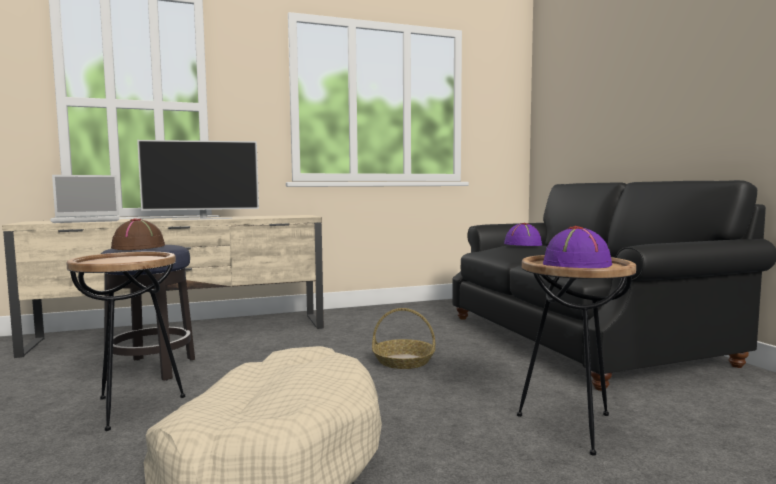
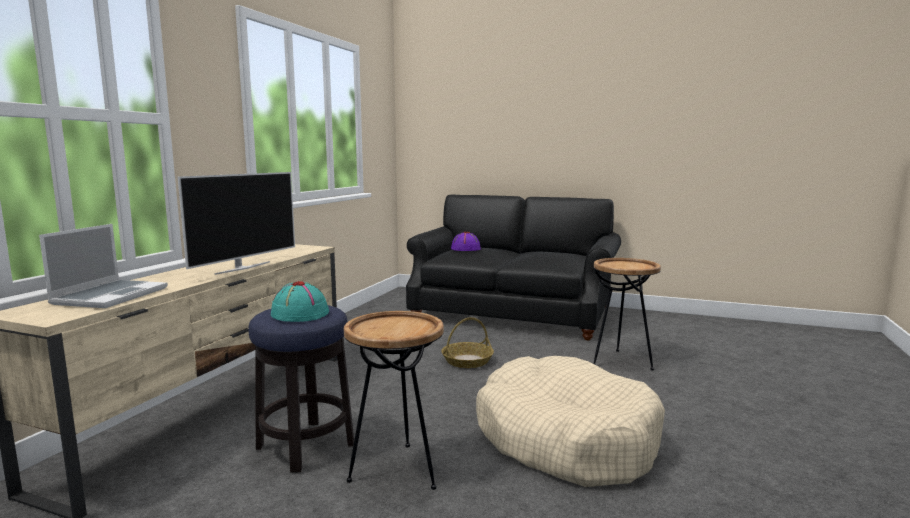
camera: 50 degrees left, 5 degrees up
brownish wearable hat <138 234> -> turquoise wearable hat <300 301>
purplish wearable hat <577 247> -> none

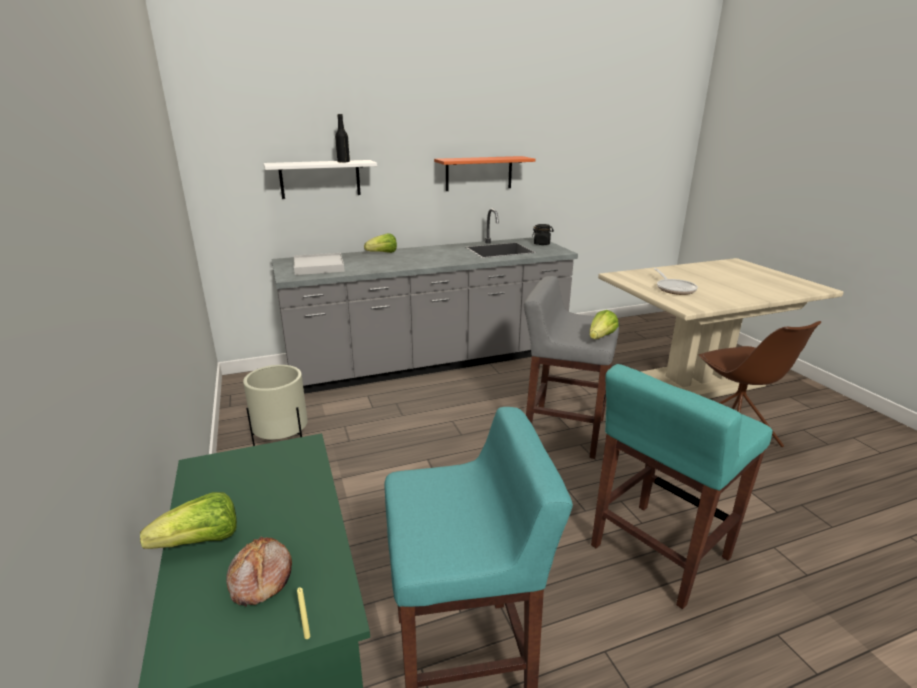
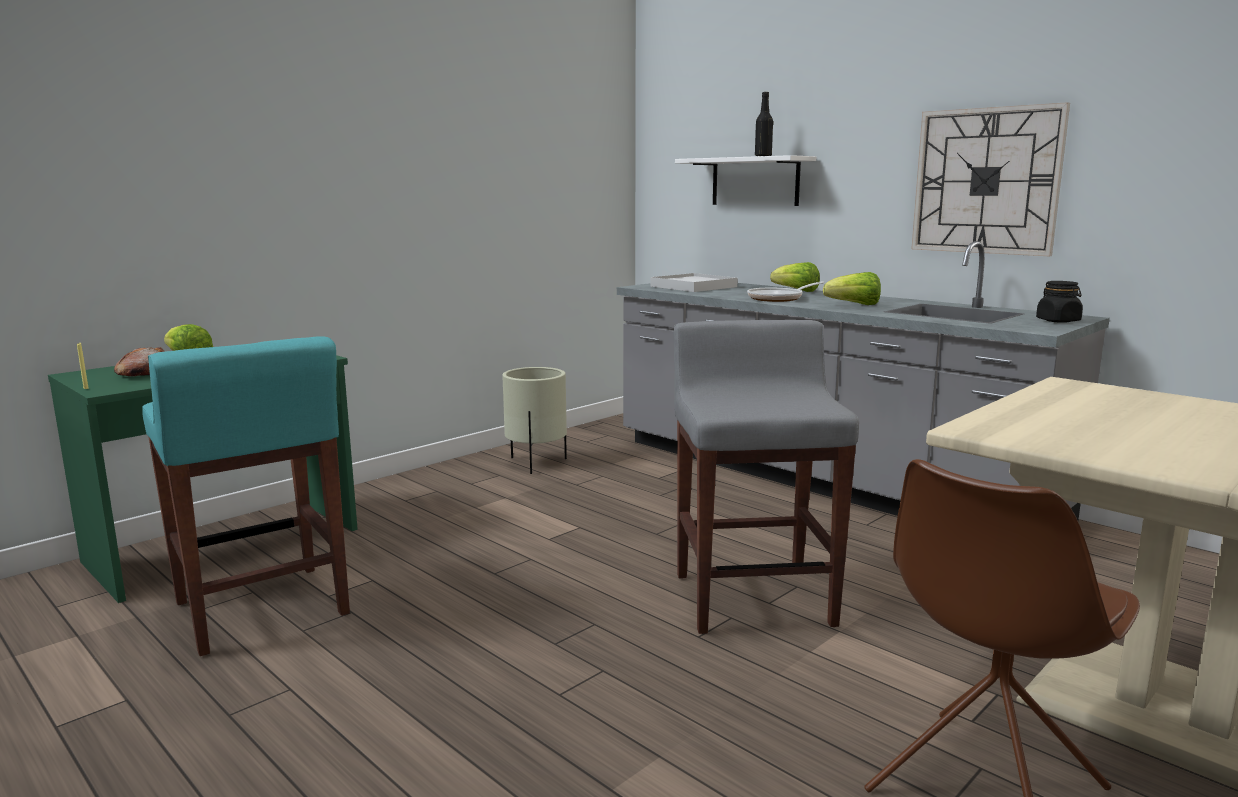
camera: 65 degrees right, 10 degrees down
orangey wall shelf <484 173> -> wall clock <990 179>
skillet <676 281> -> skillet <785 291>, moved
head of lettuce <604 324> -> head of lettuce <852 288>, moved
turquoise stool seat <682 486> -> none

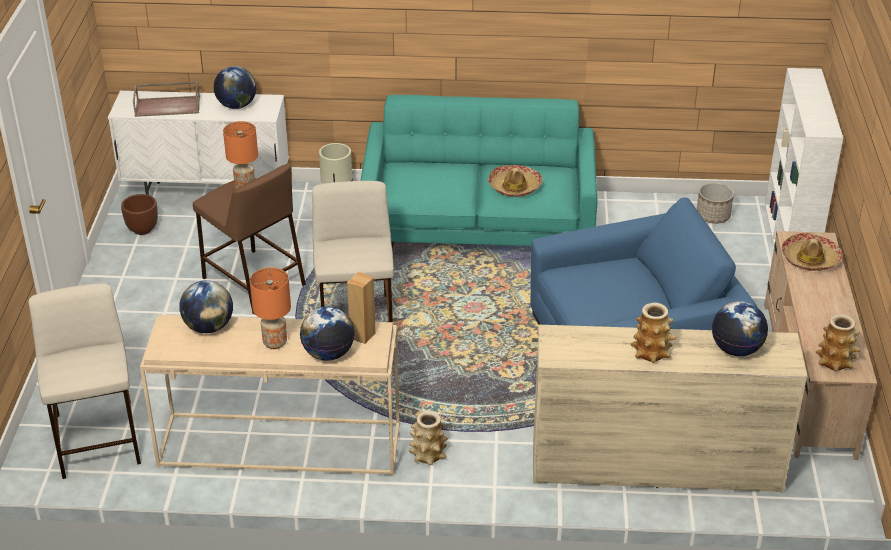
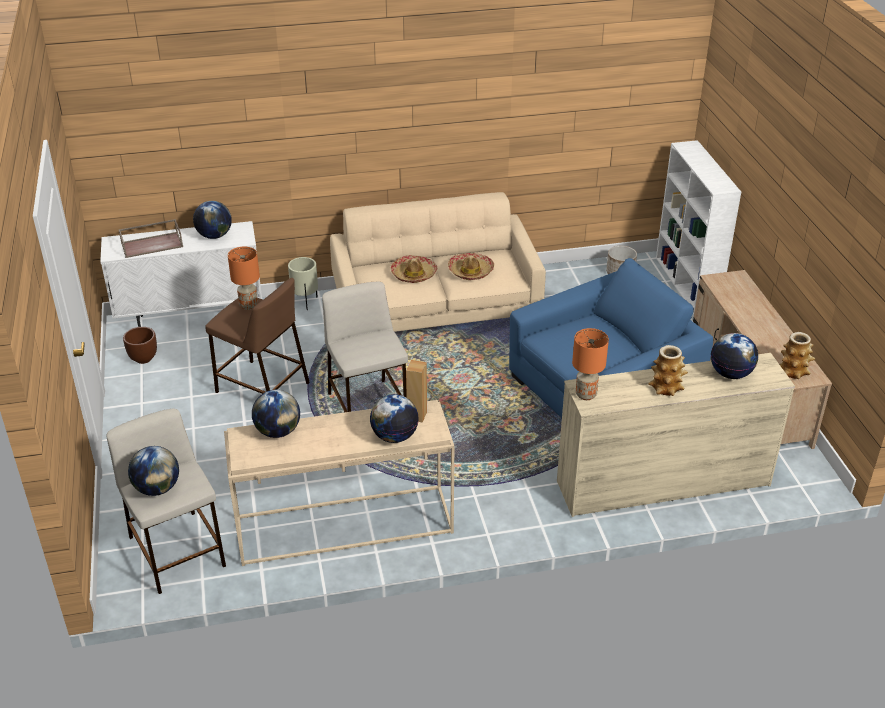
camera: 15 degrees left, 0 degrees up
turquoise couch <478 171> -> beige-coloured couch <438 262>
wearable hat <812 252> -> wearable hat <414 269>, moved
orangey tabletop lamp <270 308> -> orangey tabletop lamp <590 364>, moved
decorative vase <428 438> -> none
none -> world globe <153 471>

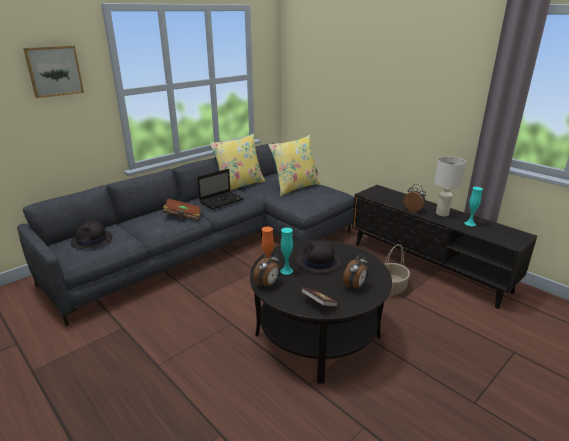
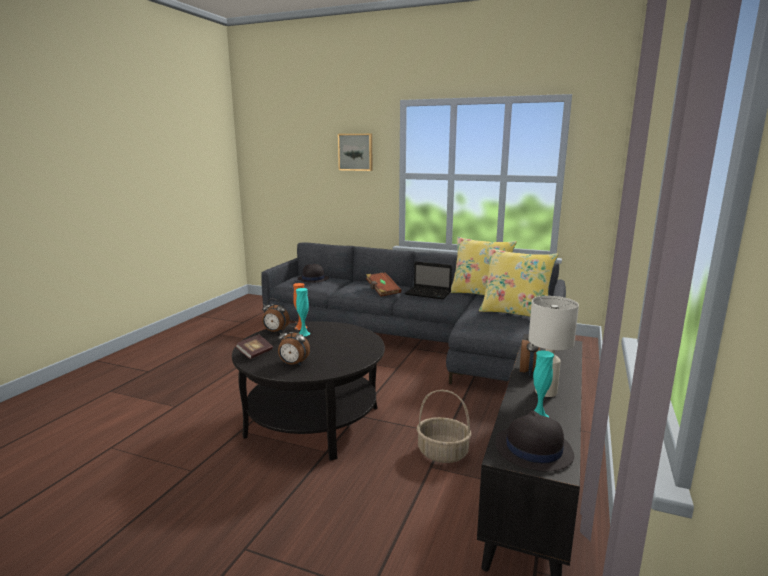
camera: 65 degrees right, 10 degrees down
blackish wearable hat <318 256> -> blackish wearable hat <534 441>, moved

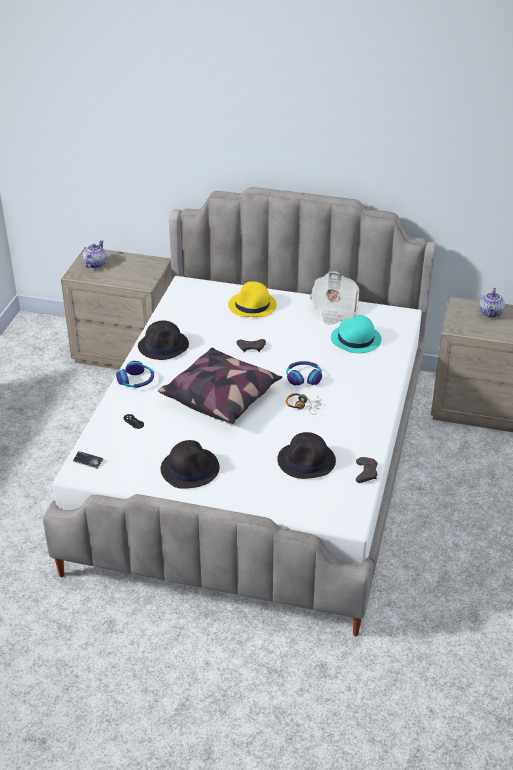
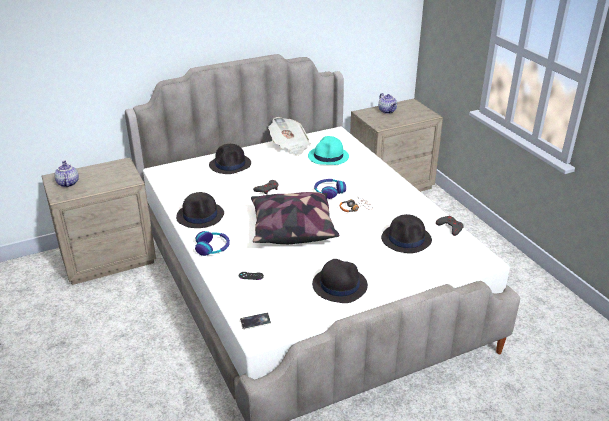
camera: 40 degrees left, 5 degrees down
yellow wearable hat <252 299> -> blackish wearable hat <230 159>

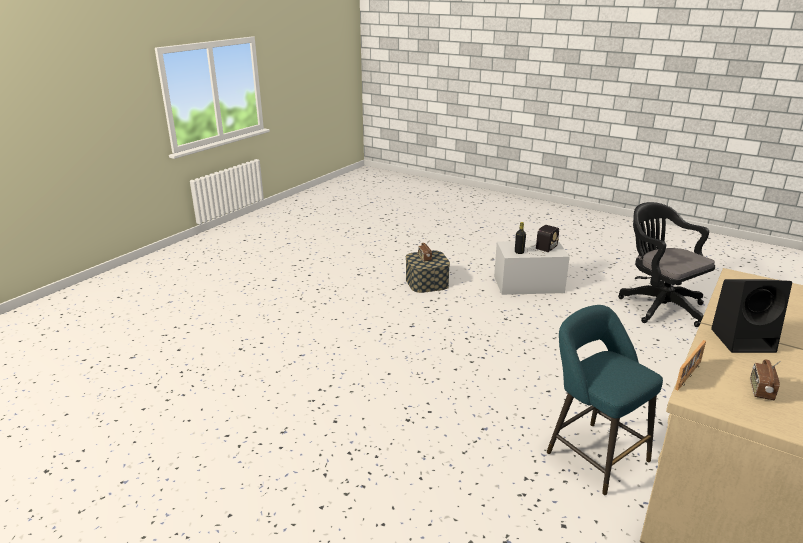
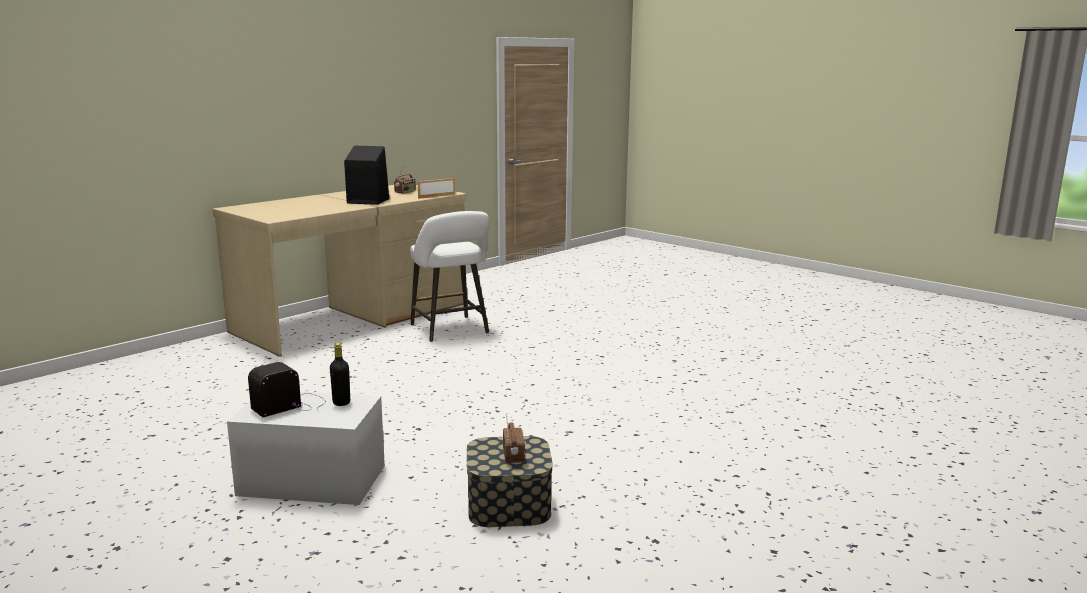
camera: 170 degrees left, 10 degrees down
blackish office chair <666 264> -> none
turquoise stool seat <605 400> -> whitish stool seat <449 276>

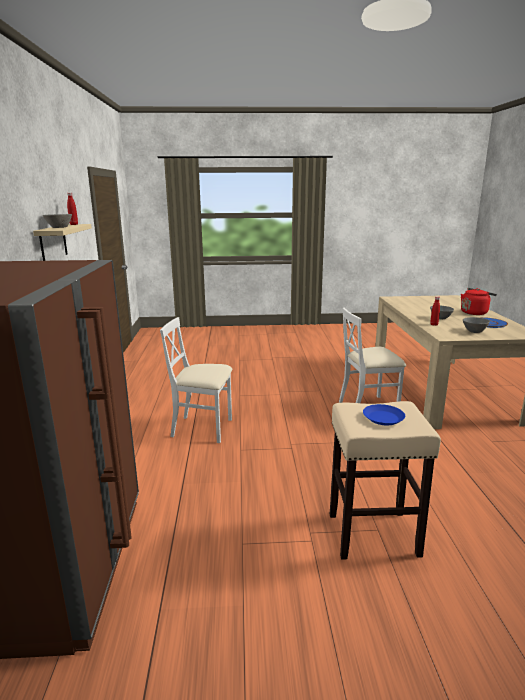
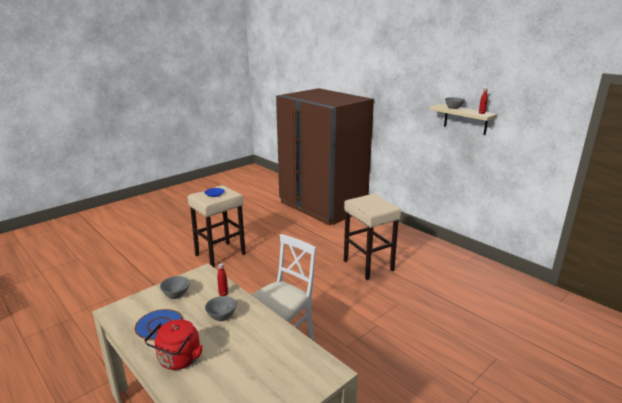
camera: 140 degrees right, 5 degrees up
whitish chair <196 380> -> beige-coloured stool seat <372 236>

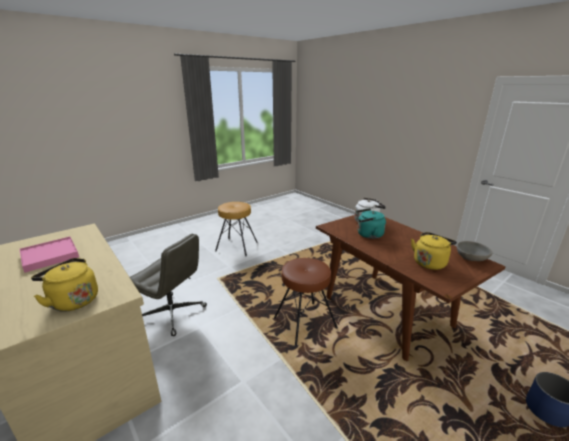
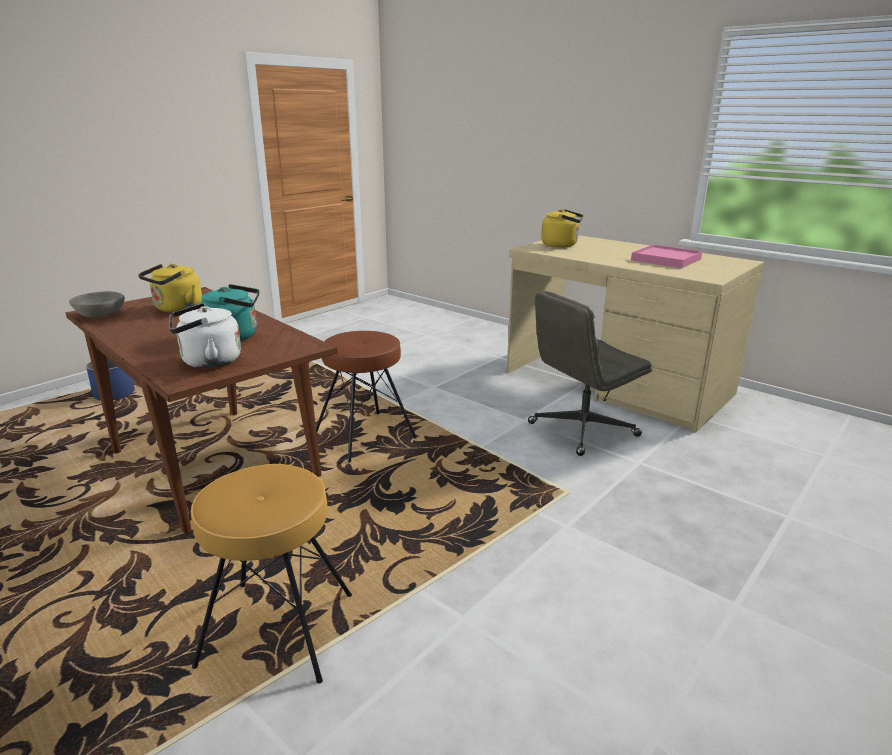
camera: 170 degrees right, 0 degrees up
brownish stool seat <236 229> -> brownish stool seat <271 574>, moved
grey office chair <168 285> -> grey office chair <590 373>, 45 degrees counterclockwise

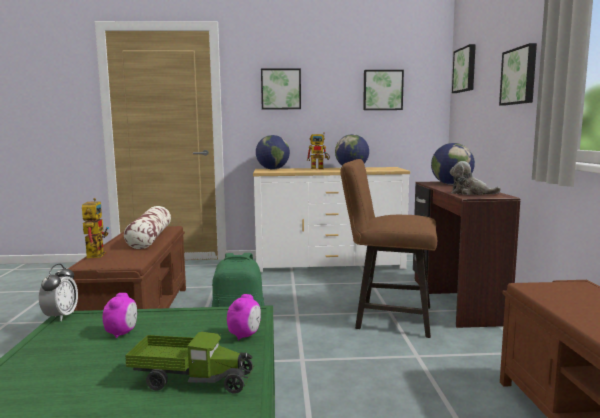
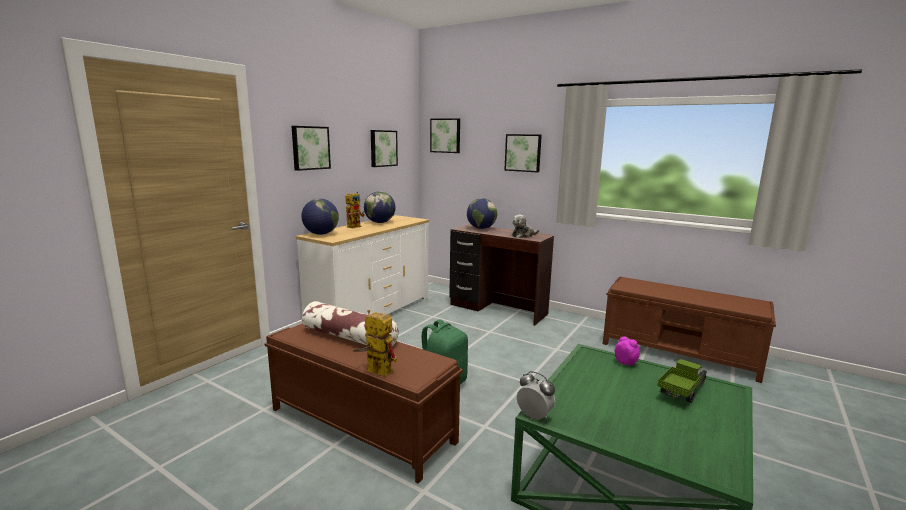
camera: 55 degrees left, 5 degrees up
brownish stool seat <388 248> -> none
bedside clock <120 315> -> none

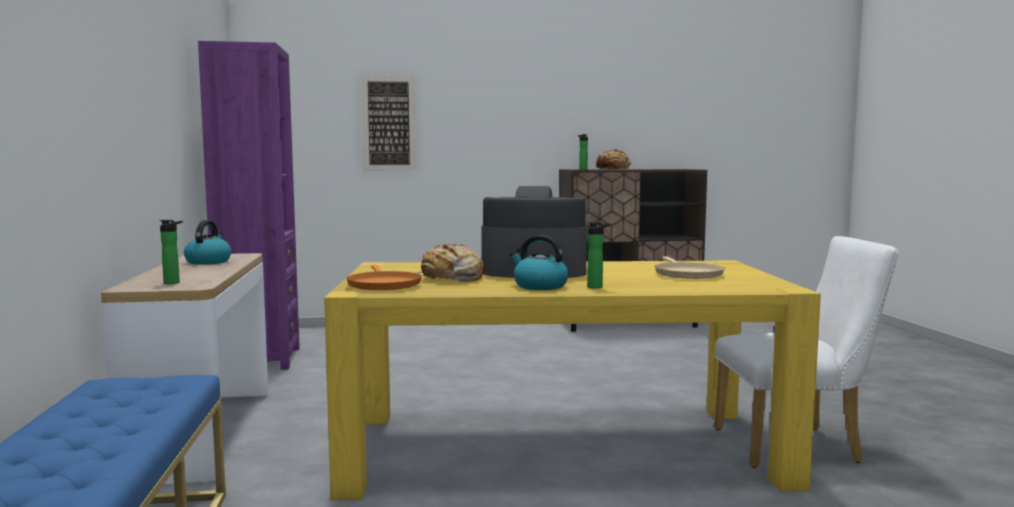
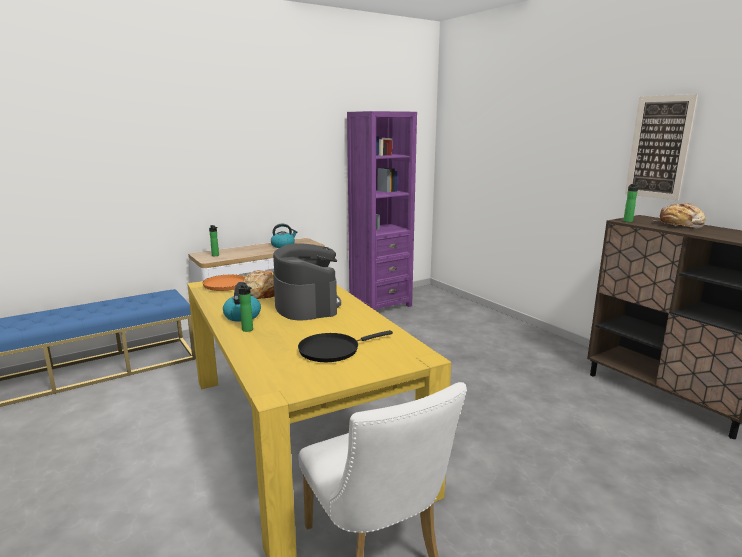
camera: 65 degrees right, 10 degrees up
picture <388 123> -> picture <661 147>, moved
beige-coloured skillet <690 267> -> blackish skillet <345 346>

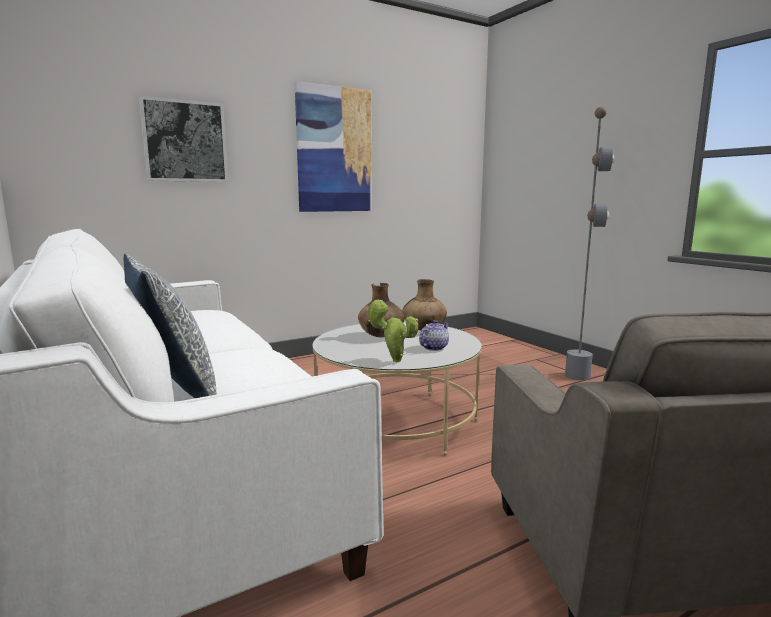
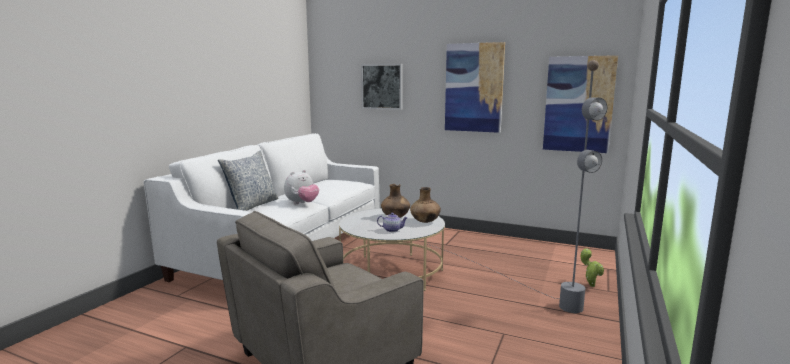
camera: 55 degrees right, 0 degrees up
houseplant <392 331> -> houseplant <592 267>, moved
none -> picture <580 104>
none -> soft toy <301 187>

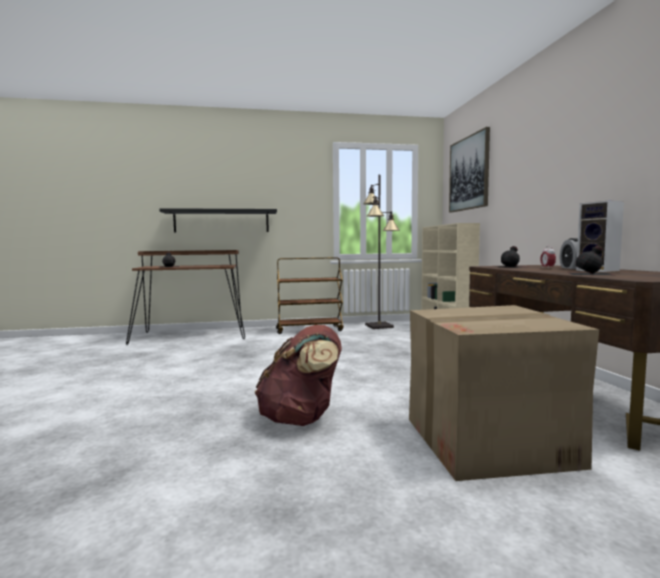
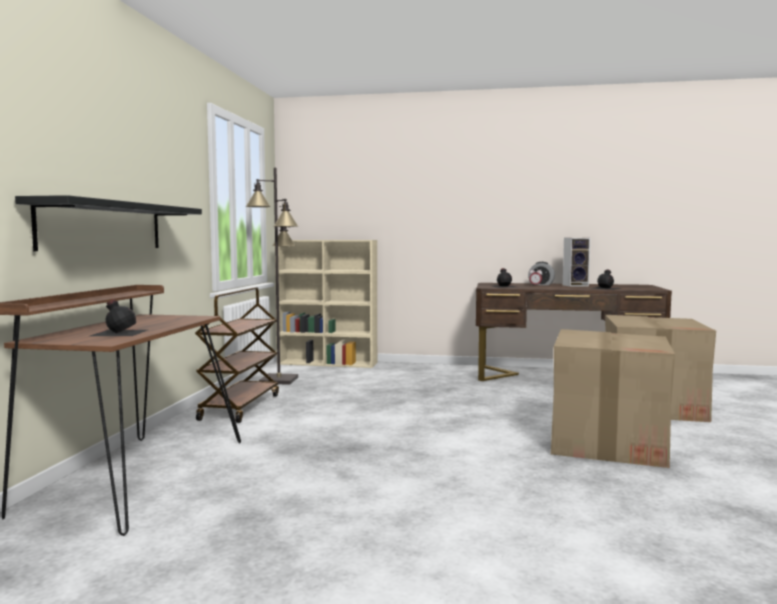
camera: 70 degrees left, 0 degrees up
picture <469 169> -> none
brownish backpack <298 375> -> packing box <613 398>

